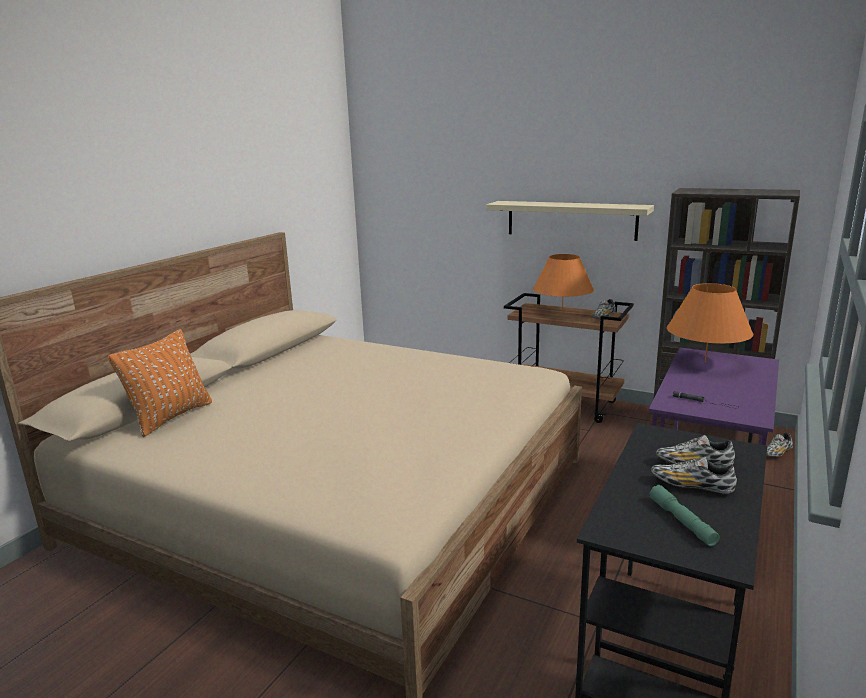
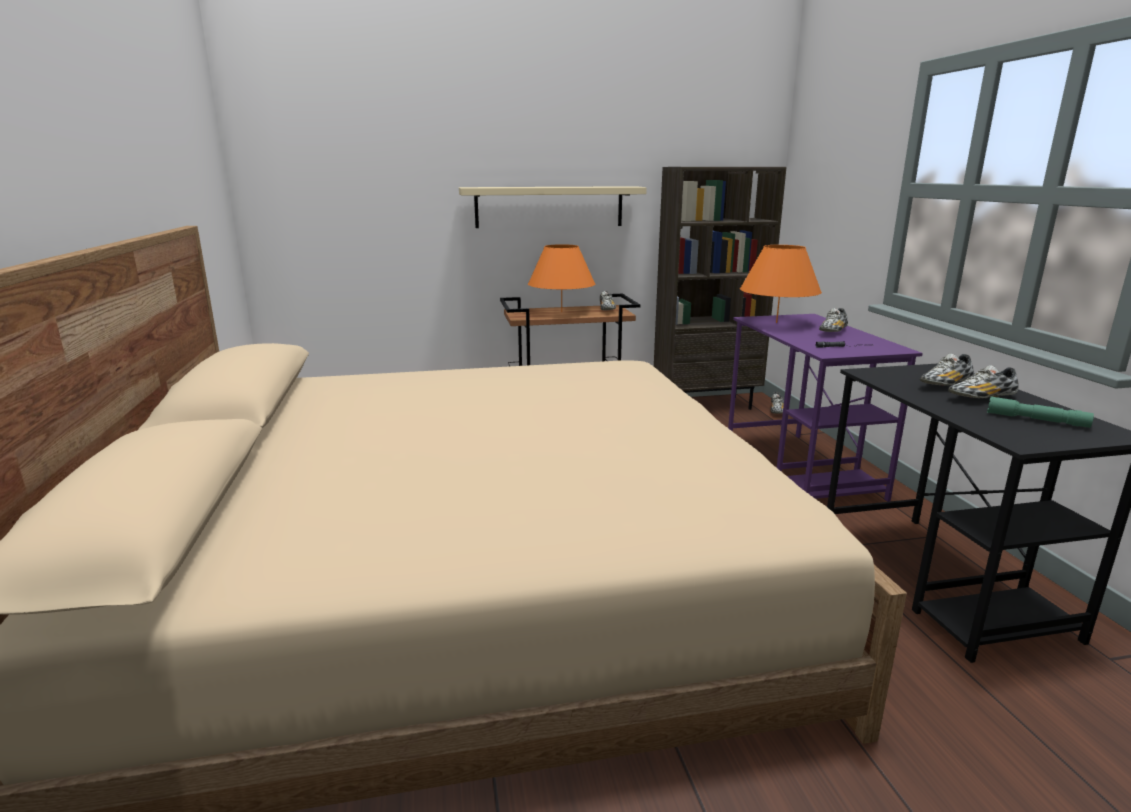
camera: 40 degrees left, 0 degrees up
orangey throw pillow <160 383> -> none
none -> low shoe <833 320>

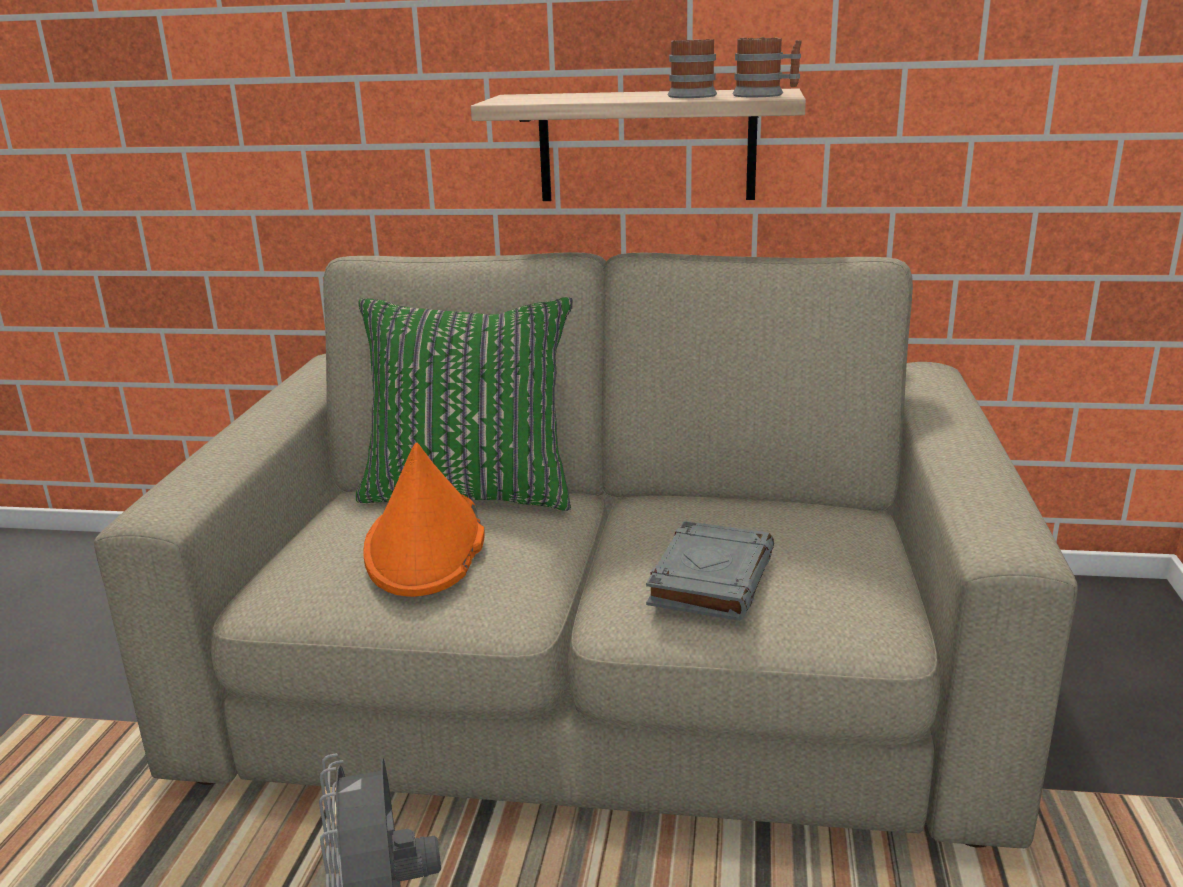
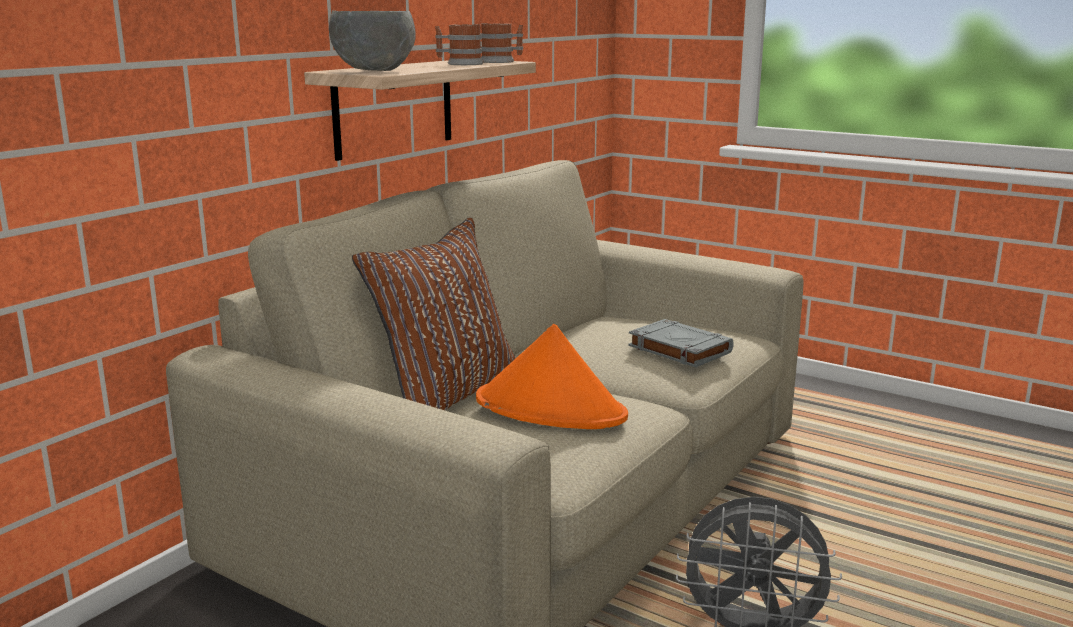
camera: 65 degrees left, 5 degrees down
green throw pillow <464 404> -> brownish throw pillow <434 314>
none -> grey deep dish <372 40>

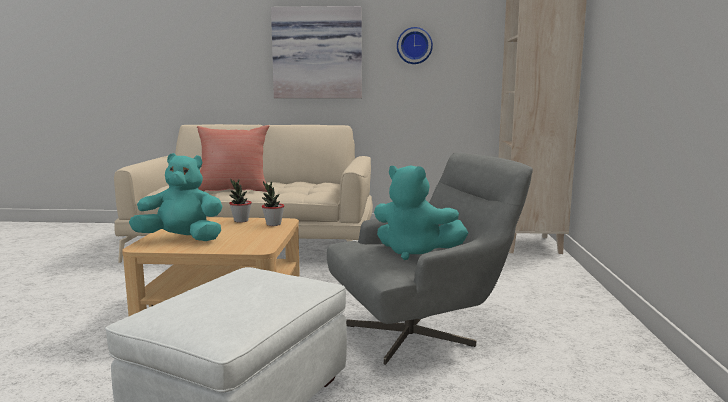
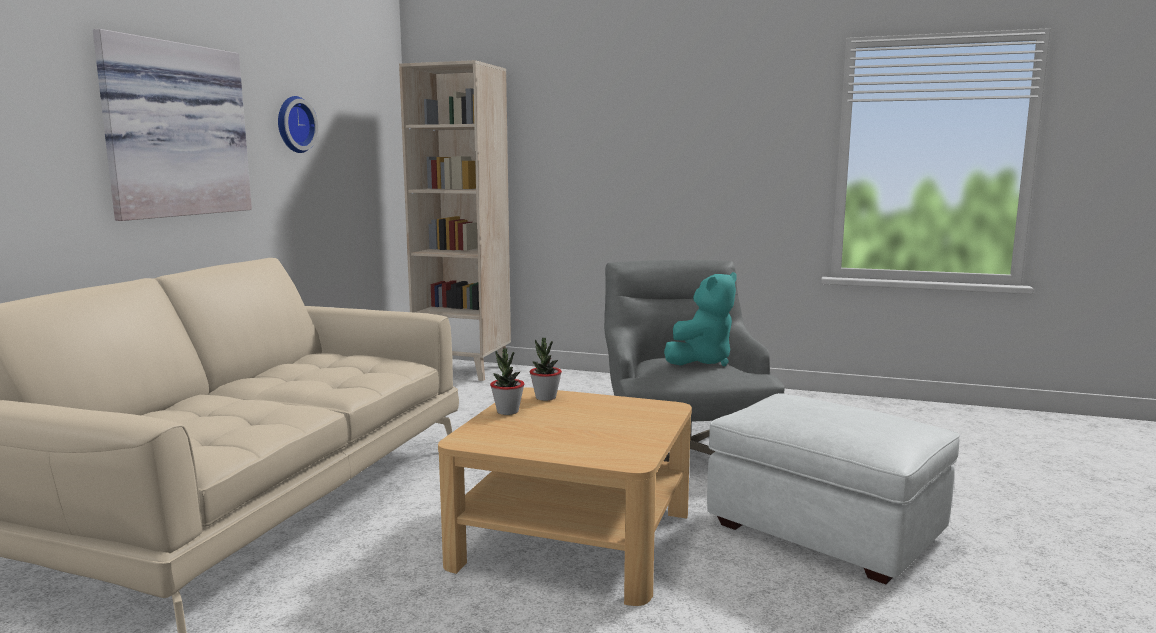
camera: 75 degrees left, 0 degrees up
red throw pillow <233 158> -> none
turquoise soft toy <176 197> -> none

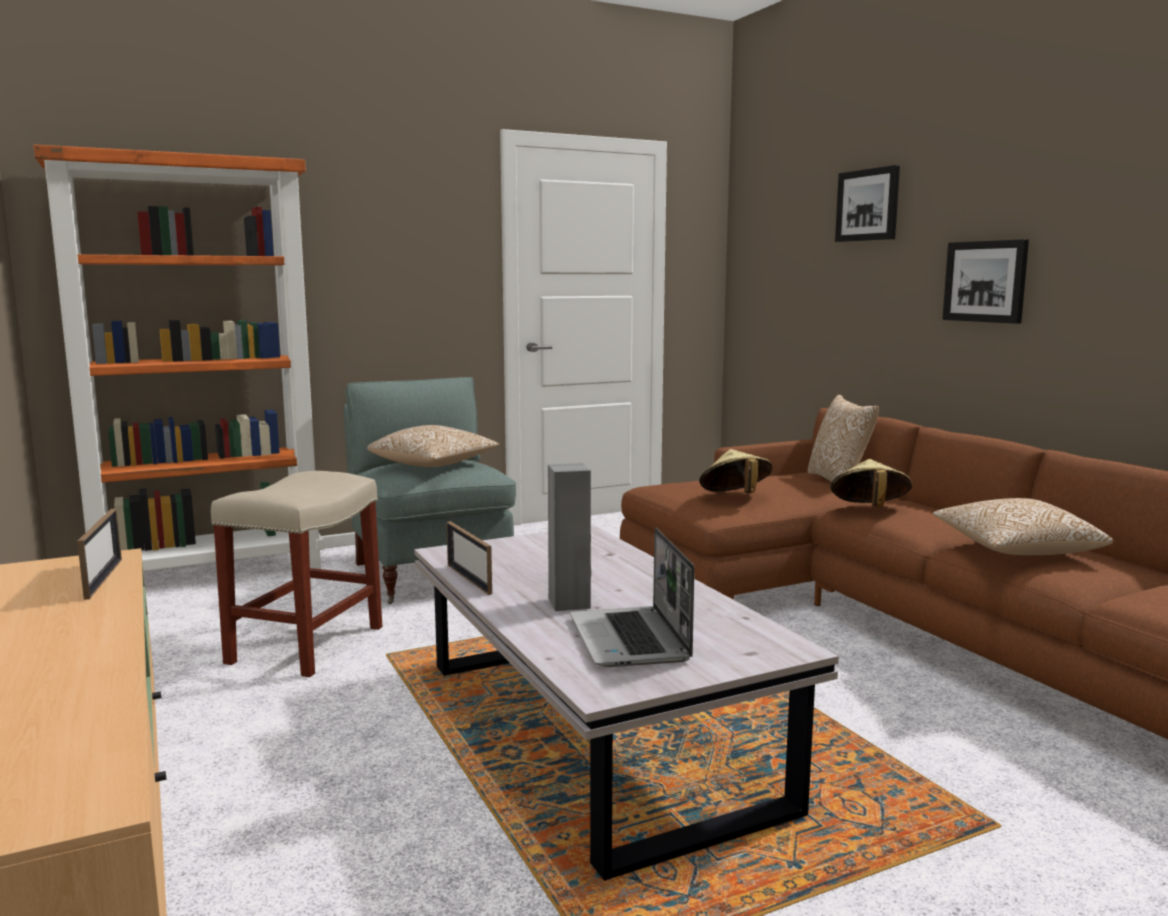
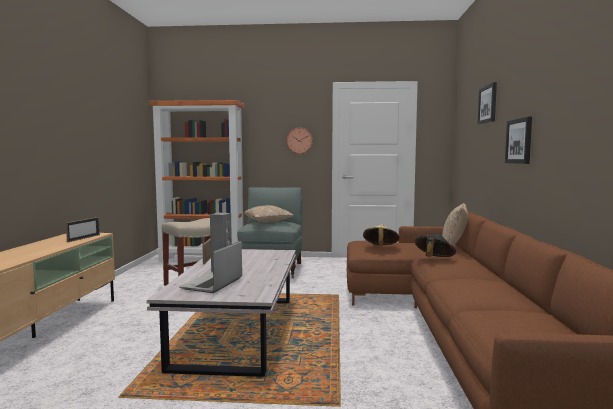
camera: 30 degrees right, 5 degrees down
beige-coloured wearable hat <871 482> -> blackish wearable hat <435 245>
throw pillow <1023 526> -> none
none -> wall clock <300 141>

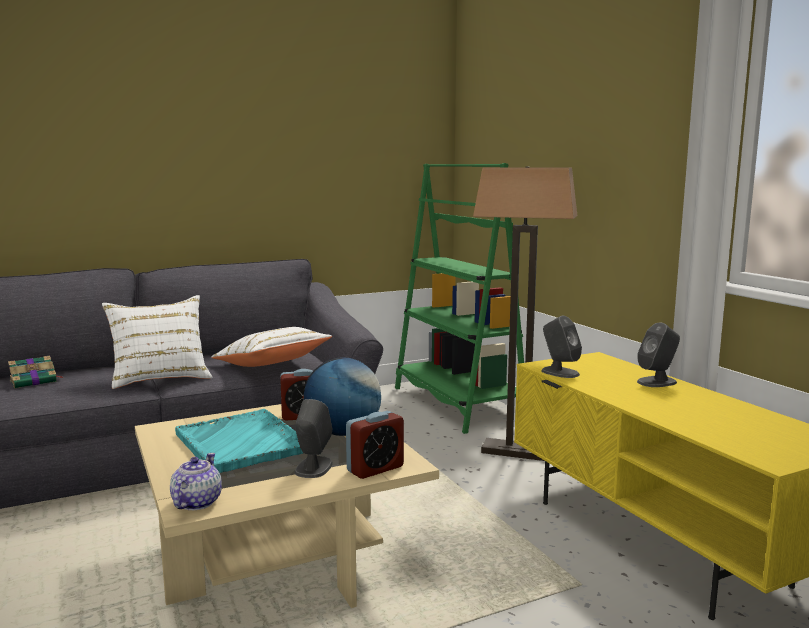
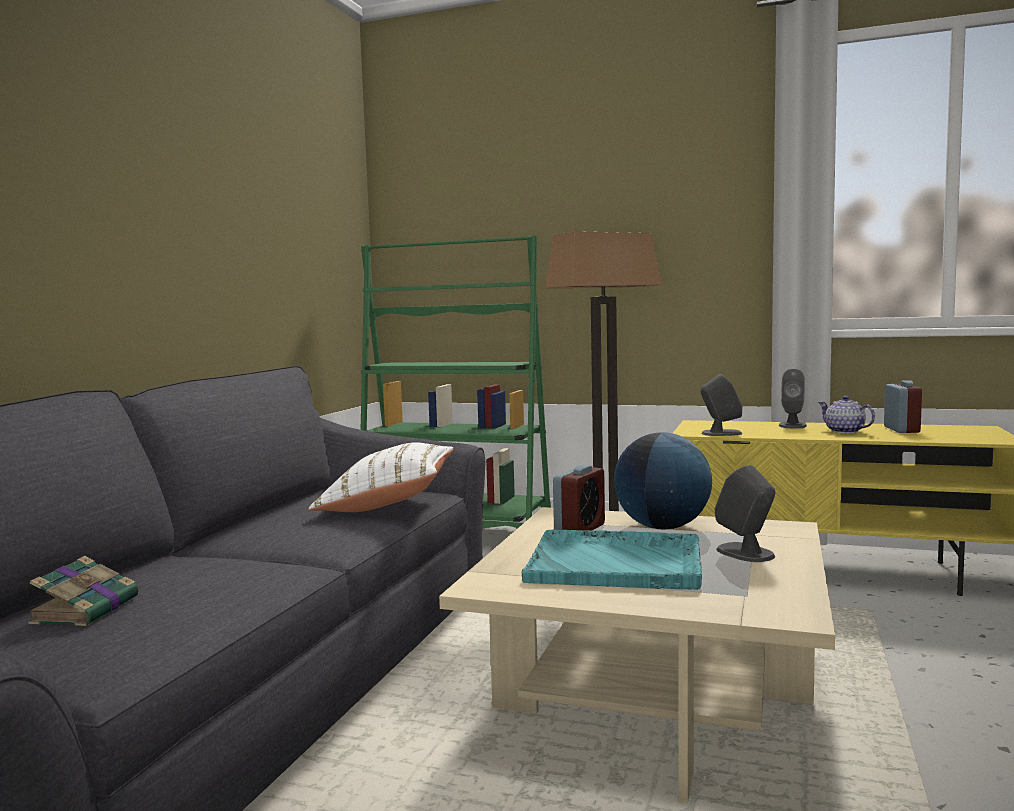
camera: 45 degrees left, 5 degrees down
whitish throw pillow <157 342> -> none
bedside clock <375 445> -> bedside clock <903 406>, moved
tea pot <196 481> -> tea pot <846 414>, moved

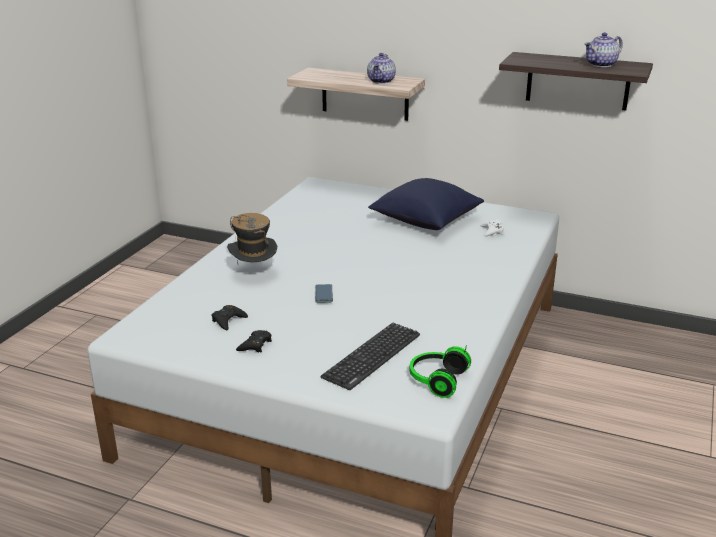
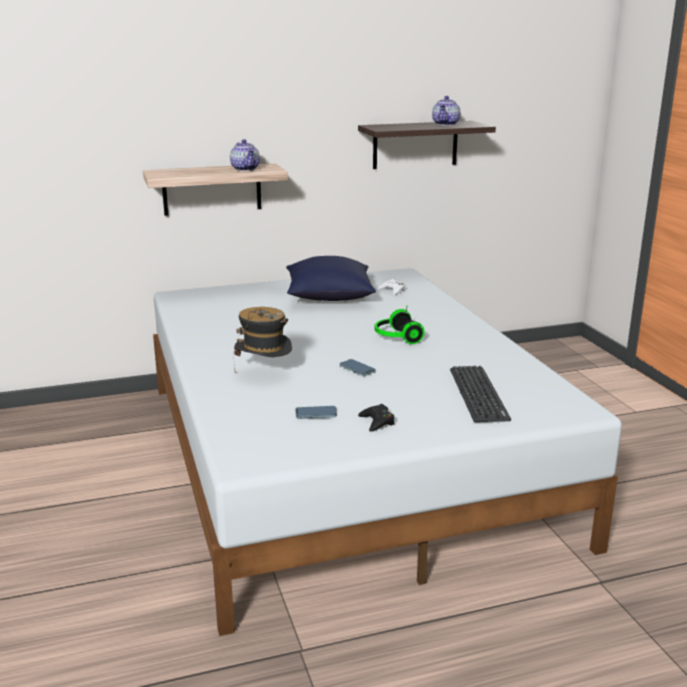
camera: 40 degrees left, 5 degrees down
blackish joypad <230 317> -> handset <316 412>
pair of headphones <440 371> -> pair of headphones <400 324>, moved

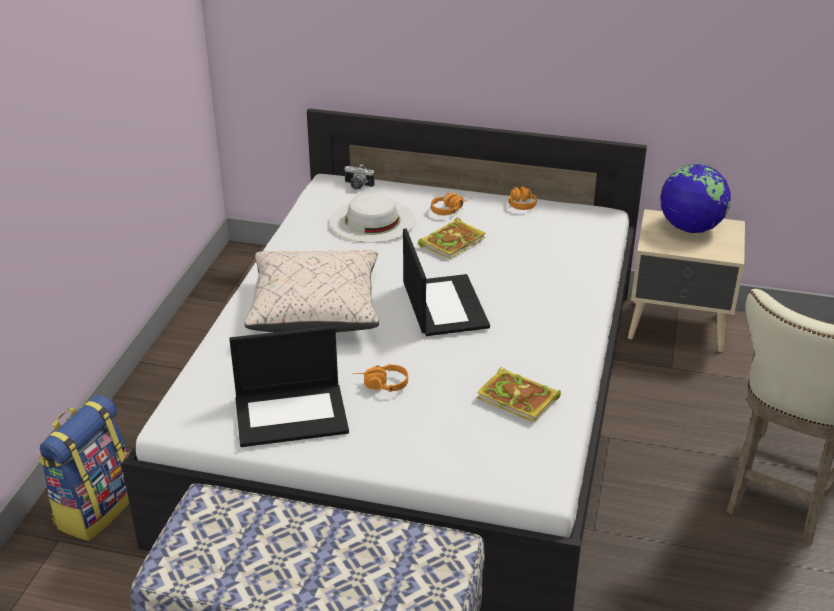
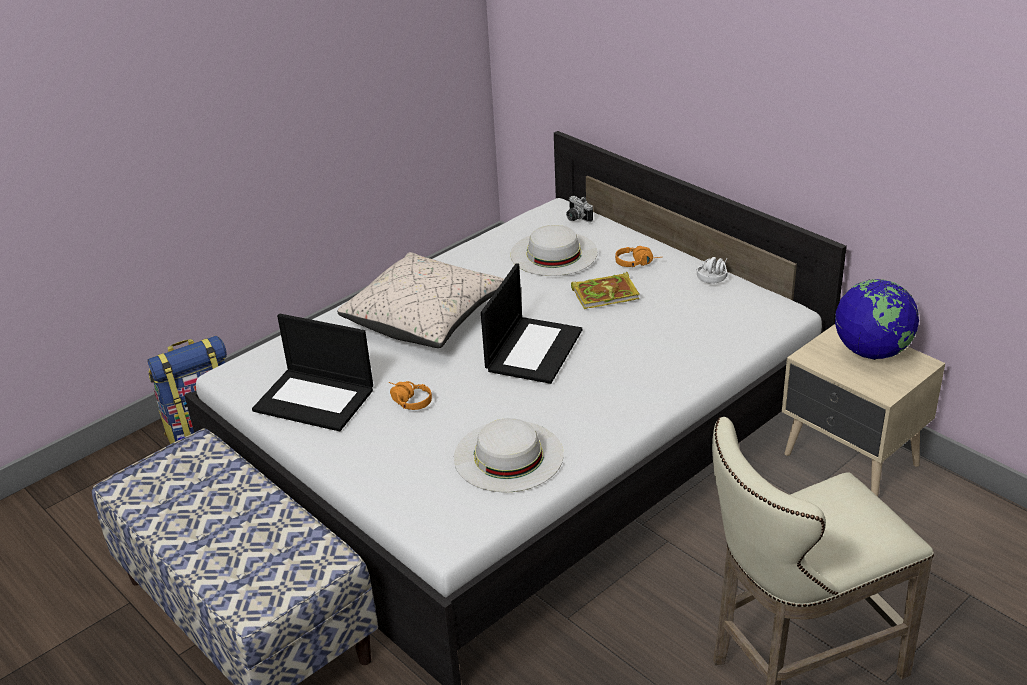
camera: 35 degrees right, 0 degrees up
orangey pair of headphones <522 198> -> whitish pair of headphones <712 270>
volume <519 394> -> whitish wearable hat <509 455>

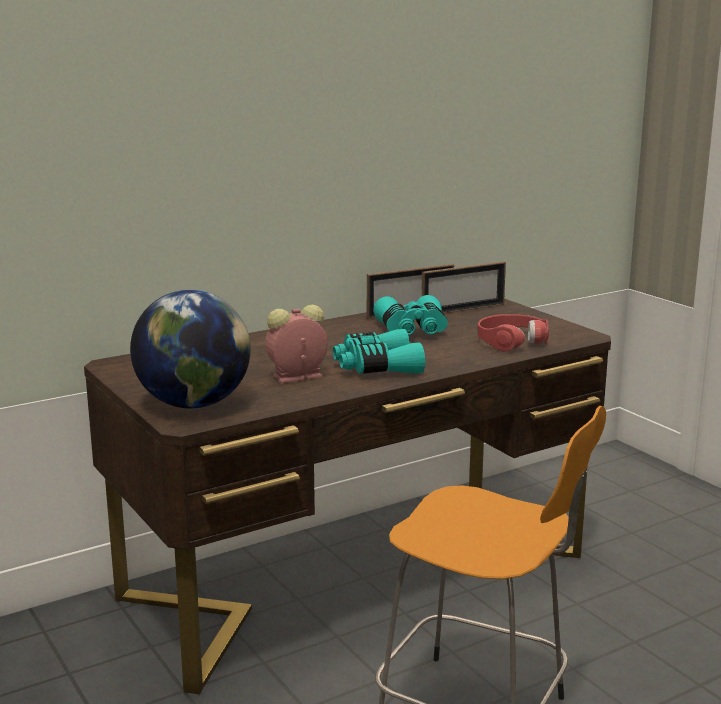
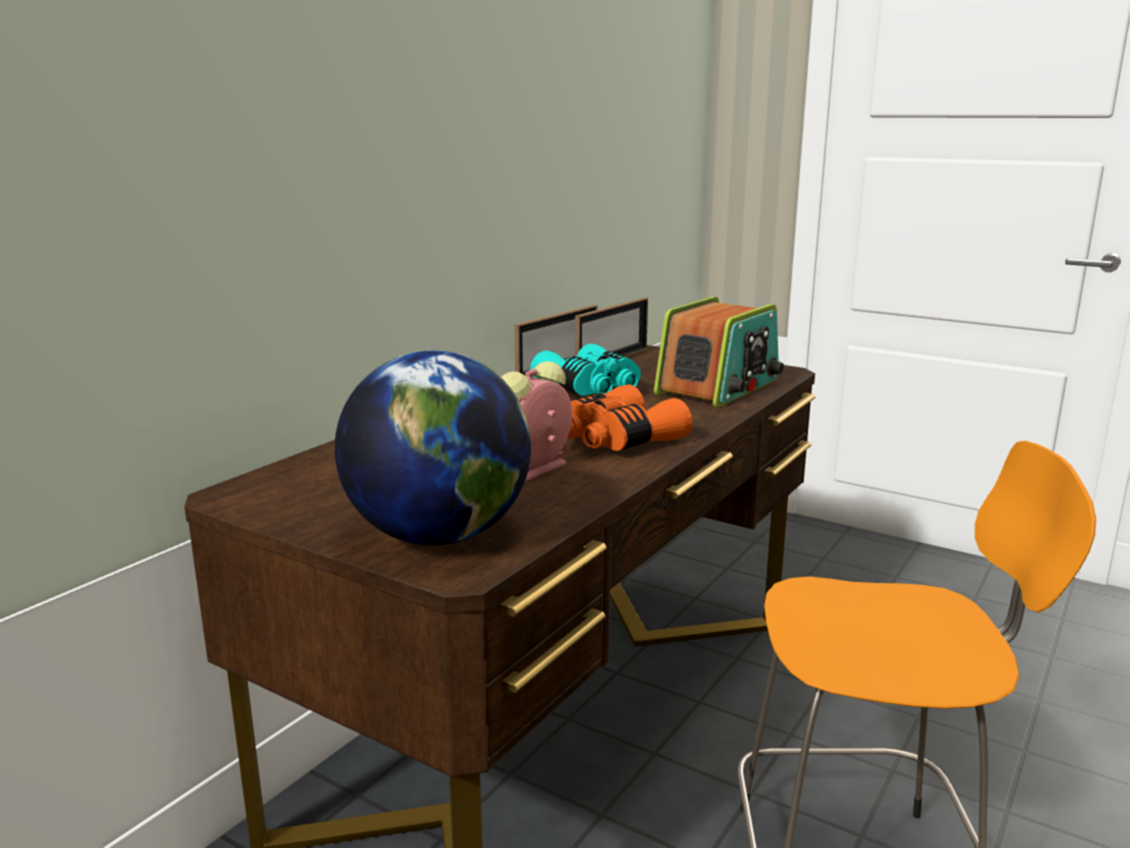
camera: 25 degrees left, 0 degrees up
red pair of headphones <513 333> -> radio set <719 352>
turquoise pair of binoculars <379 351> -> orangey pair of binoculars <630 418>

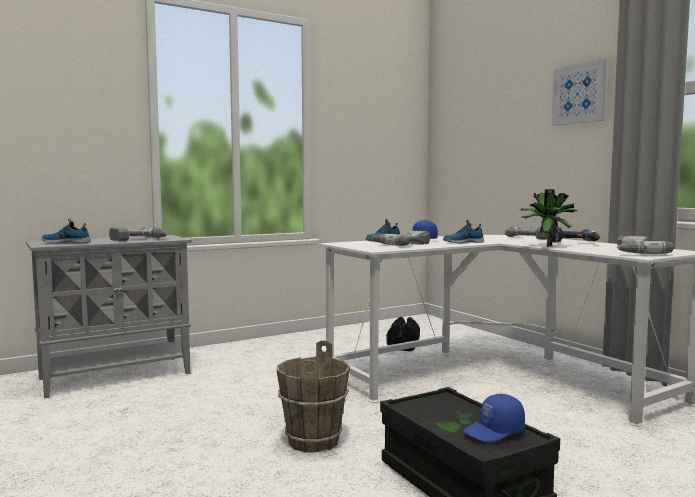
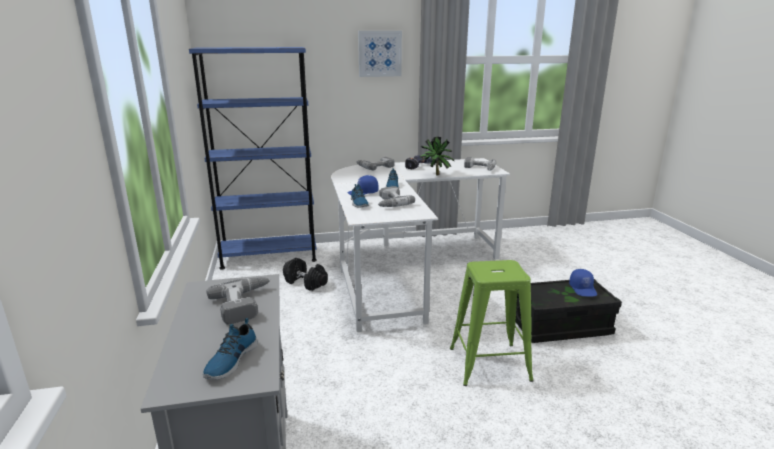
camera: 70 degrees left, 15 degrees up
brownish bucket <313 396> -> green stool seat <491 323>
none -> blue-coloured bookcase <253 158>

